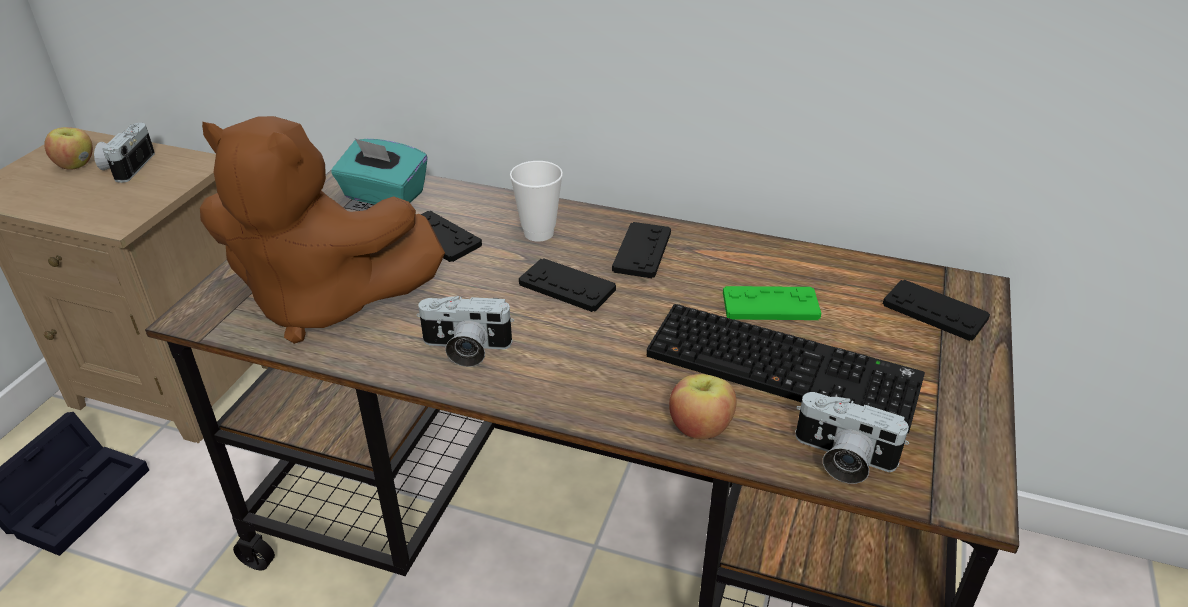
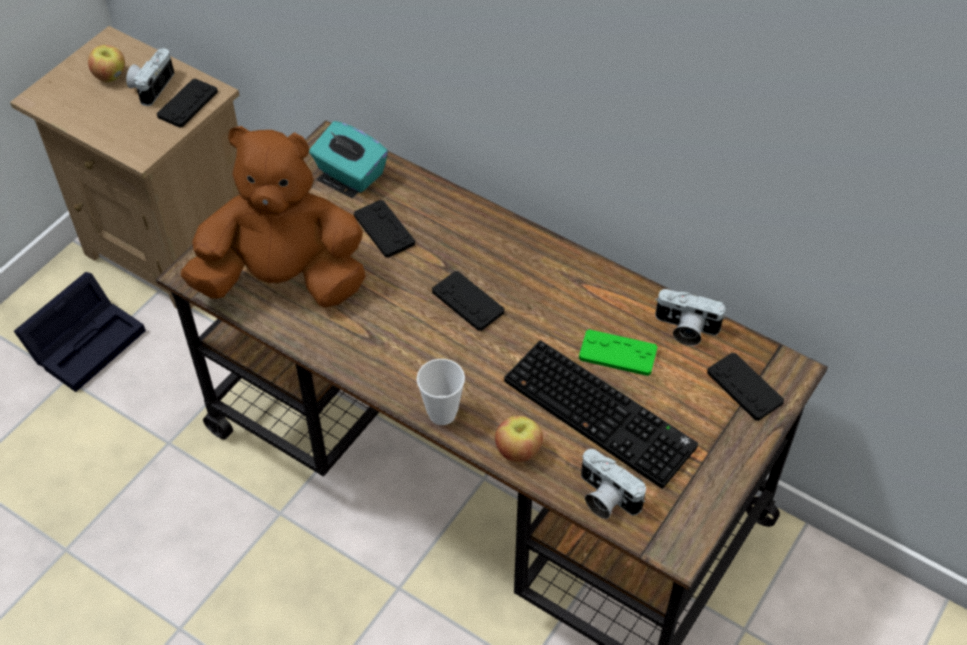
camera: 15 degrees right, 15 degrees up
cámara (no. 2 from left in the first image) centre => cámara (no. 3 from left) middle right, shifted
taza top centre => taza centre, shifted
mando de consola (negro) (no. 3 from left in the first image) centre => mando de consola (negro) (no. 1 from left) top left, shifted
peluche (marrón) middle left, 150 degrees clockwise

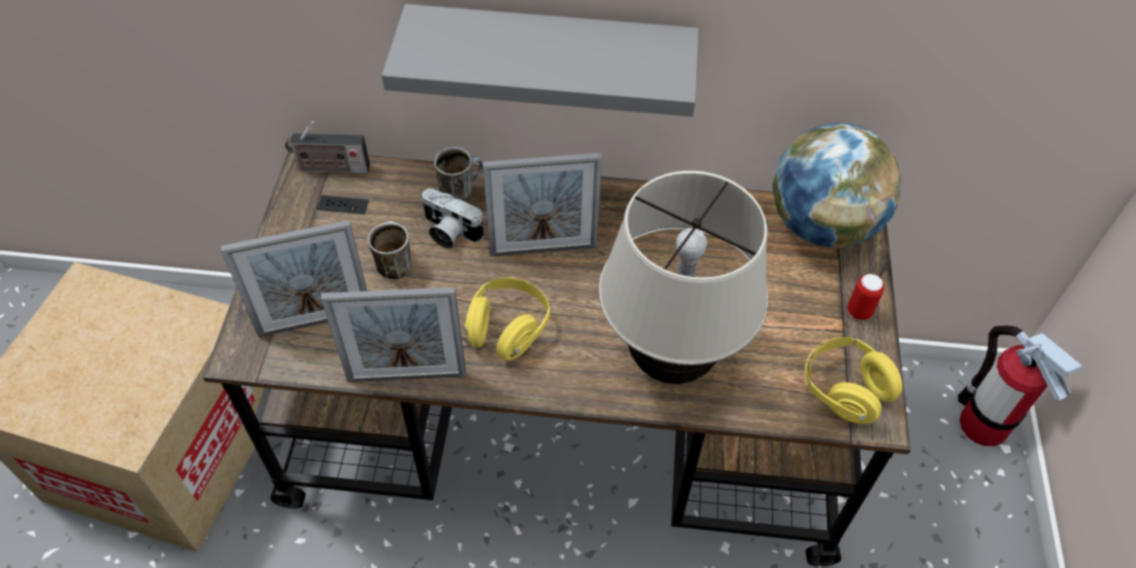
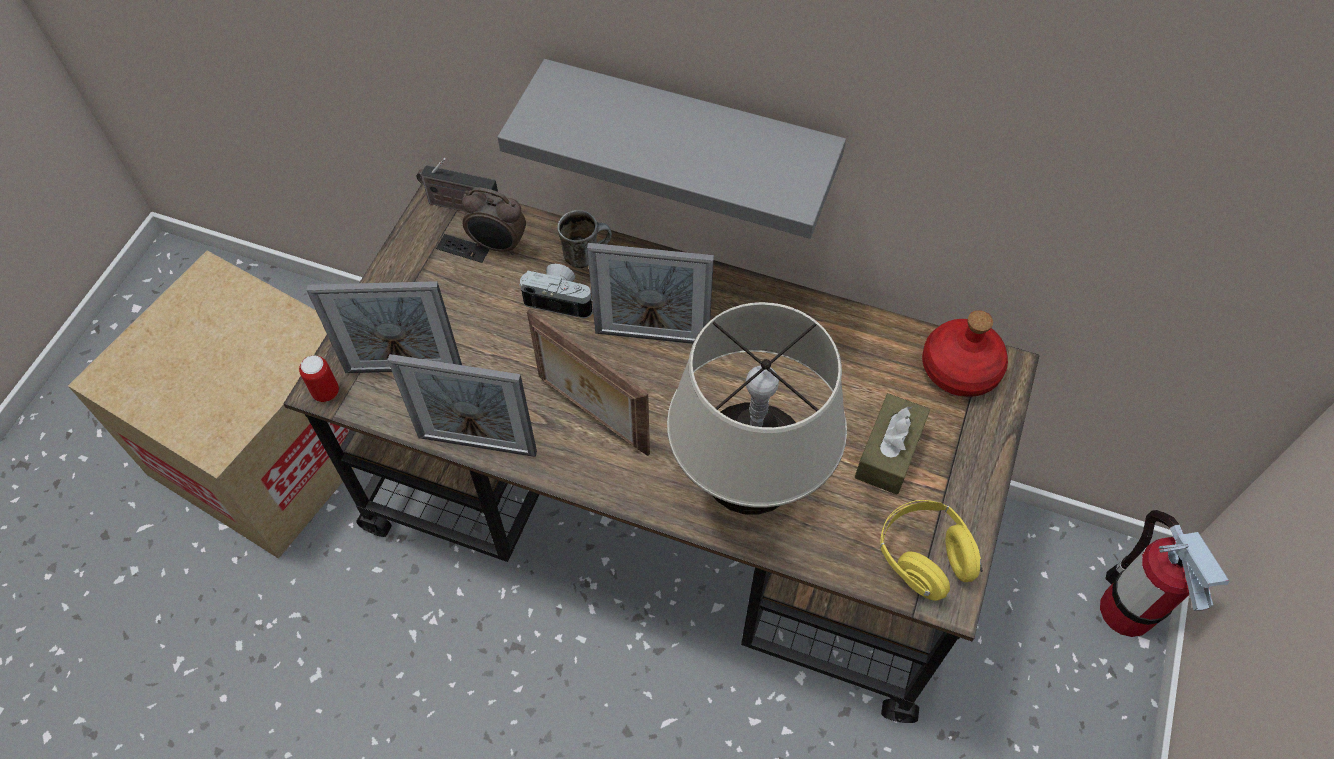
camera: 15 degrees right, 5 degrees up
taza grande (no. 1 from left) centre => nothing
nothing => despertador top centre
nothing => caja de pañuelos (marrón) middle right
lata middle right => lata middle left, shifted
auriculares (amarillo) (no. 1 from left) centre => portarretratos (no. 3 from left) centre
globo terráqueo top right => botella (rojo) middle right
cámara centre, 150 degrees clockwise

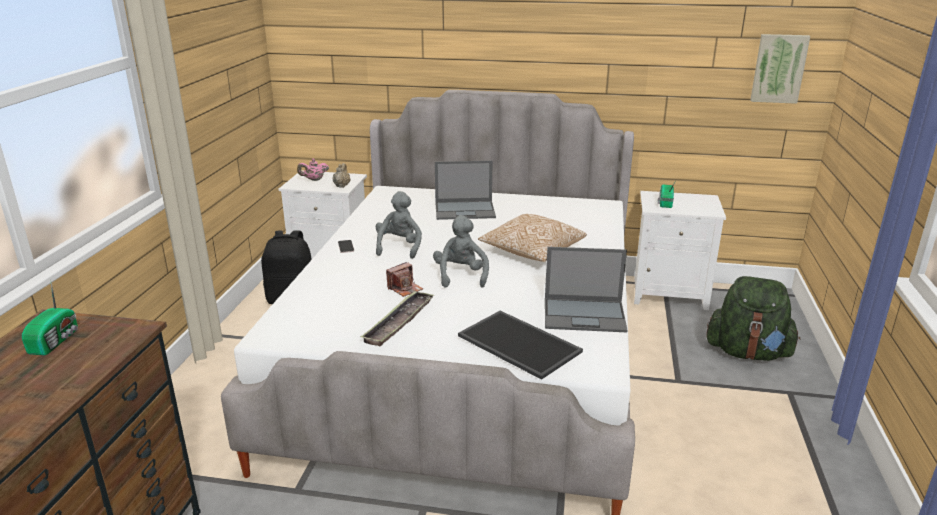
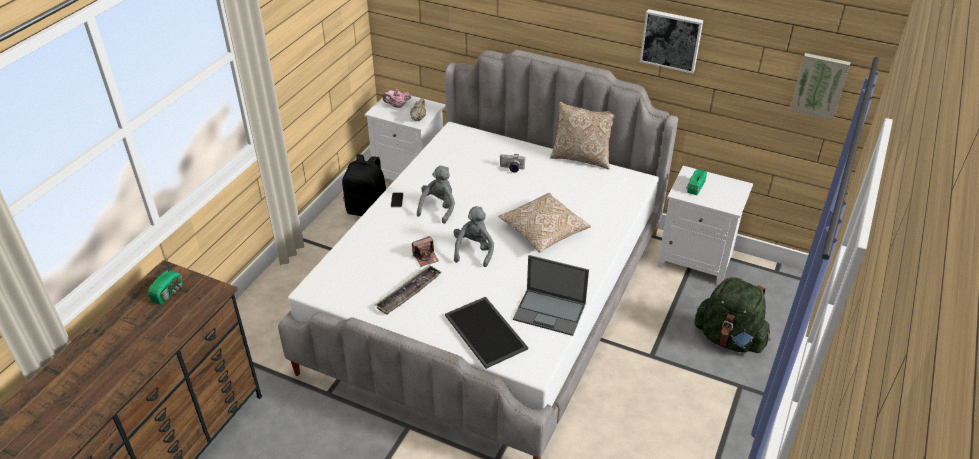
camera: 15 degrees right, 15 degrees up
nothing => cojín (no. 2 from left) top centre
nothing => cuadro (no. 1 from left) top right
portátil (no. 1 from left) centre => cámara (no. 2 from left) centre

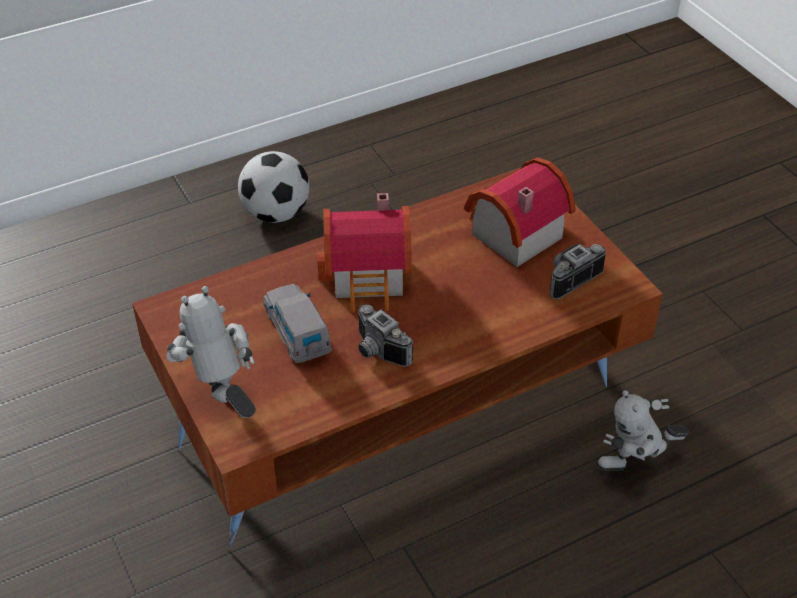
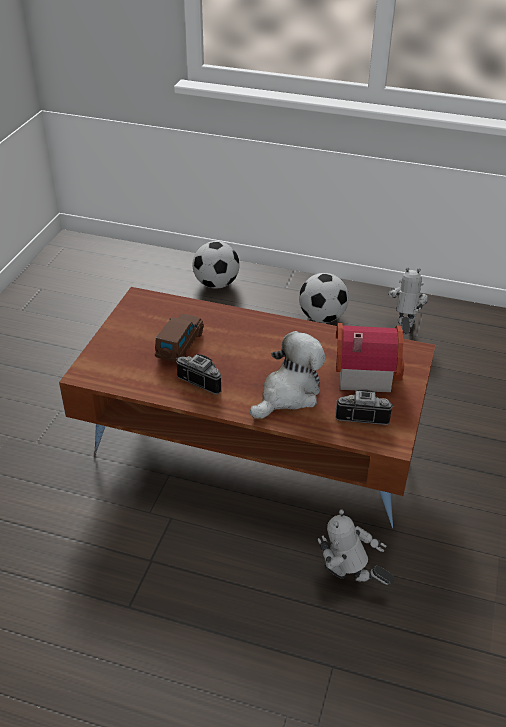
camera: 45 degrees right, 5 degrees down
casita (no. 1 from left) centre => nothing
nothing => balón de fútbol (no. 1 from left) centre
nothing => peluche centre
robot de juguete (no. 1 from left in the first image) middle left => robot de juguete (no. 2 from left) middle right, shifted
coche de juguete (gris) centre => coche de juguete (marrón) centre
cámara (no. 1 from left) centre, 120 degrees clockwise

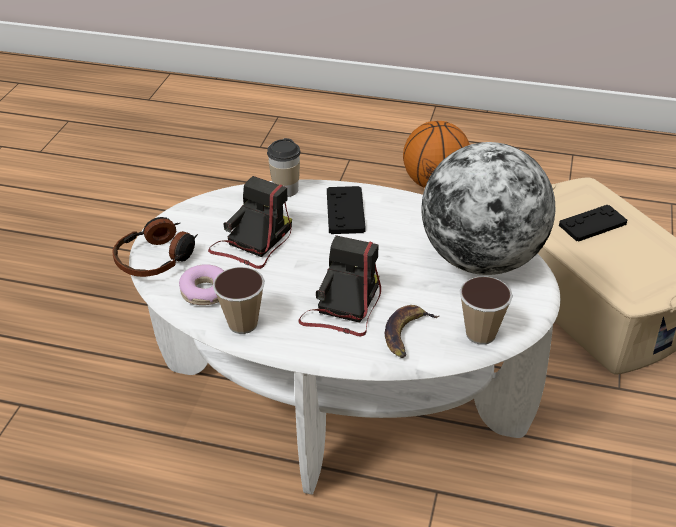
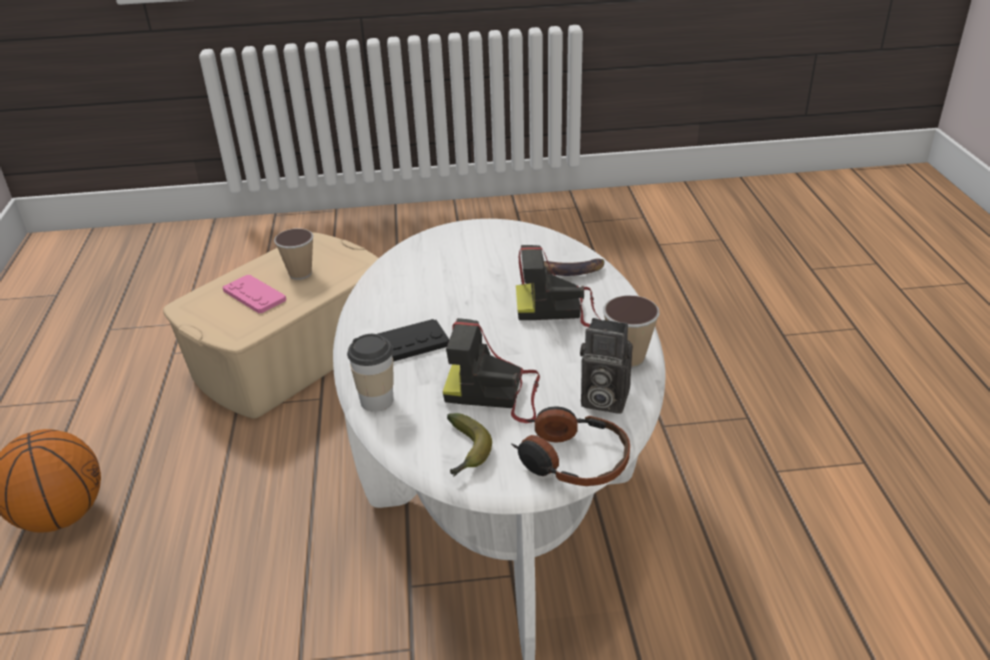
camera: 110 degrees left, 5 degrees down
globo terráqueo middle right => nothing
nothing => plátano (no. 1 from left) bottom centre
taza (no. 3 from left in the first image) middle right => taza (no. 1 from left) middle left, shifted
rosquilla middle left => cámara (no. 3 from left) centre
mando de consola (negro) (no. 2 from left) middle right => mando de consola (rosa) middle left

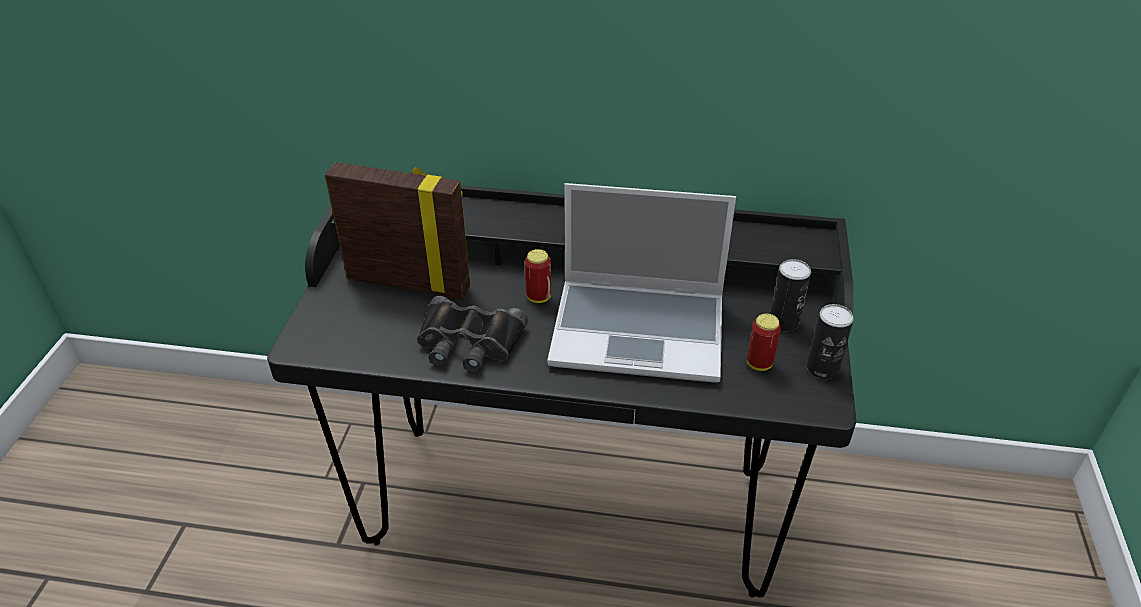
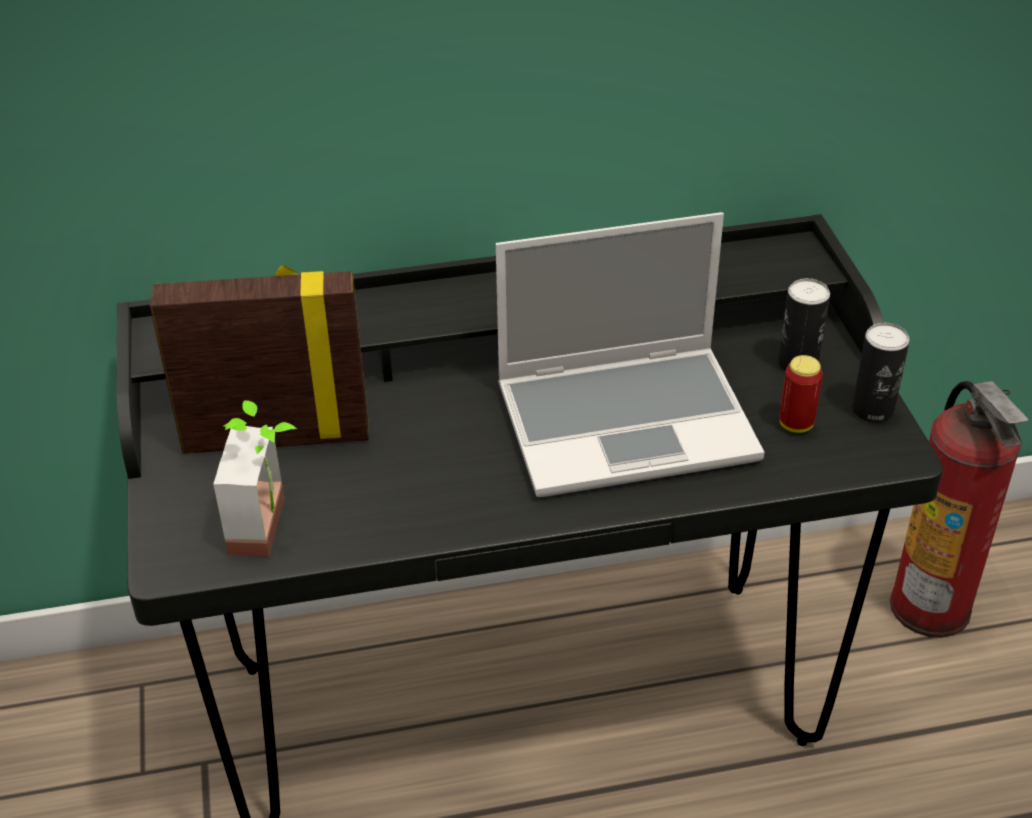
camera: 20 degrees left, 0 degrees up
prismáticos (negro) centre => nothing
lata (no. 1 from left) centre => nothing
nothing => planta en maceta middle left
nothing => extintor middle right

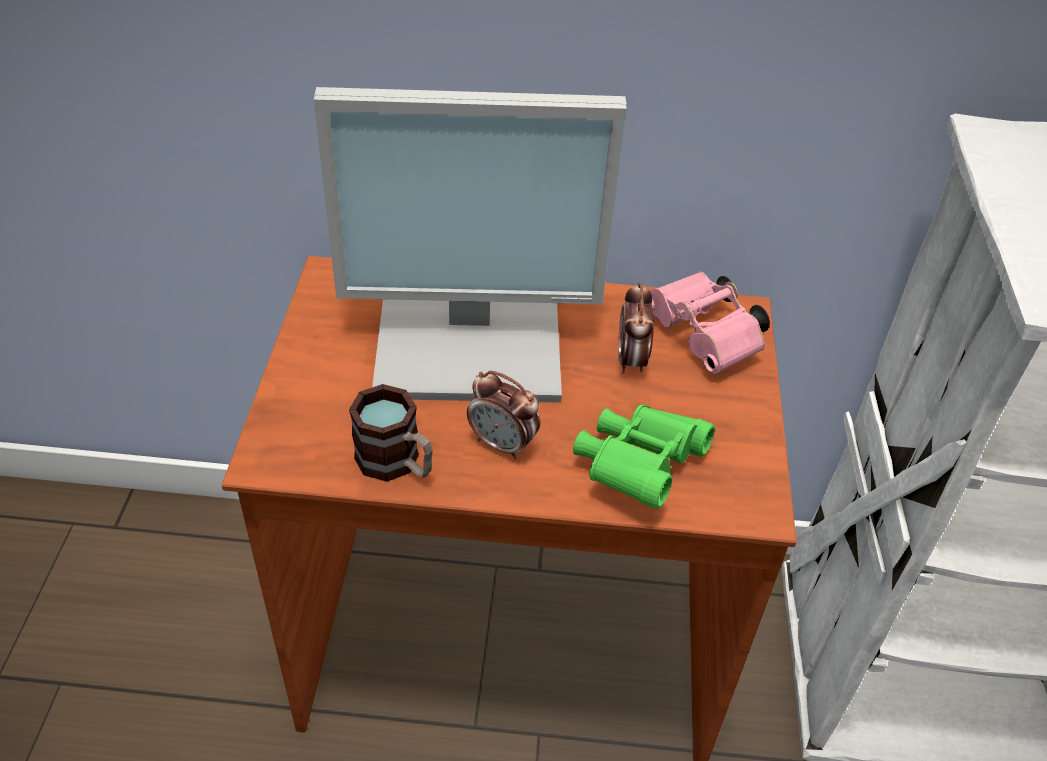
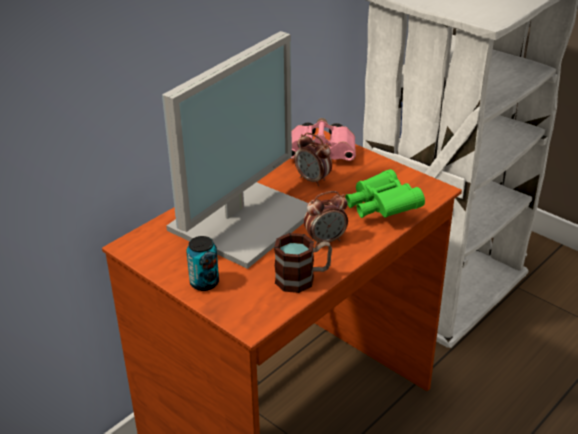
camera: 50 degrees left, 10 degrees down
nothing => lata centre

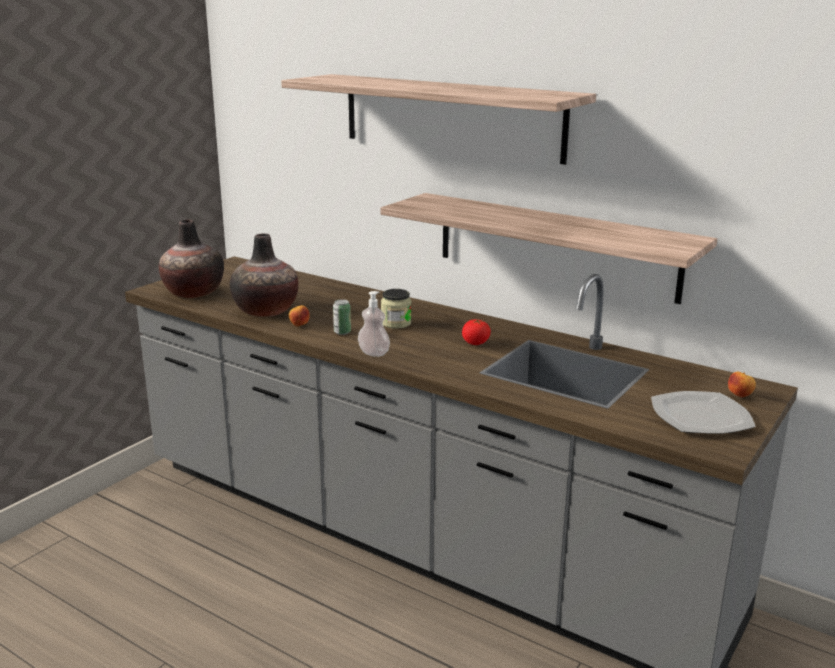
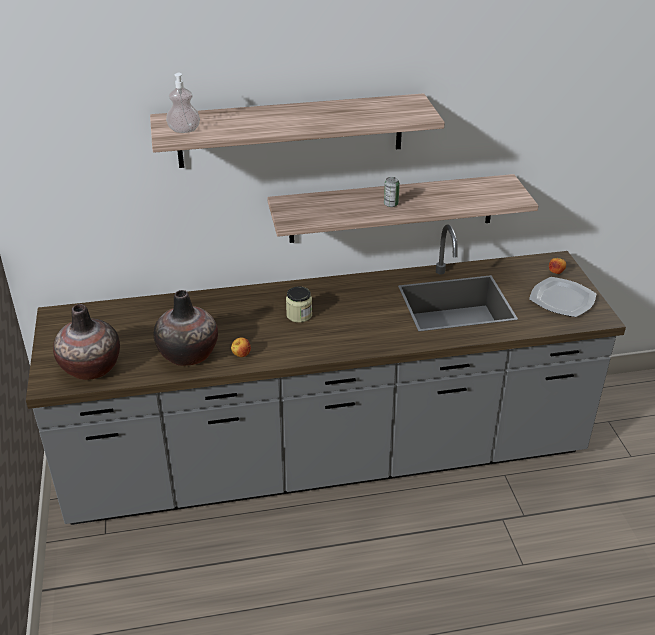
camera: 45 degrees left, 15 degrees up
tomate centre => nothing
lata centre => lata top centre, shifted
dispensador de jabón centre => dispensador de jabón top left, shifted

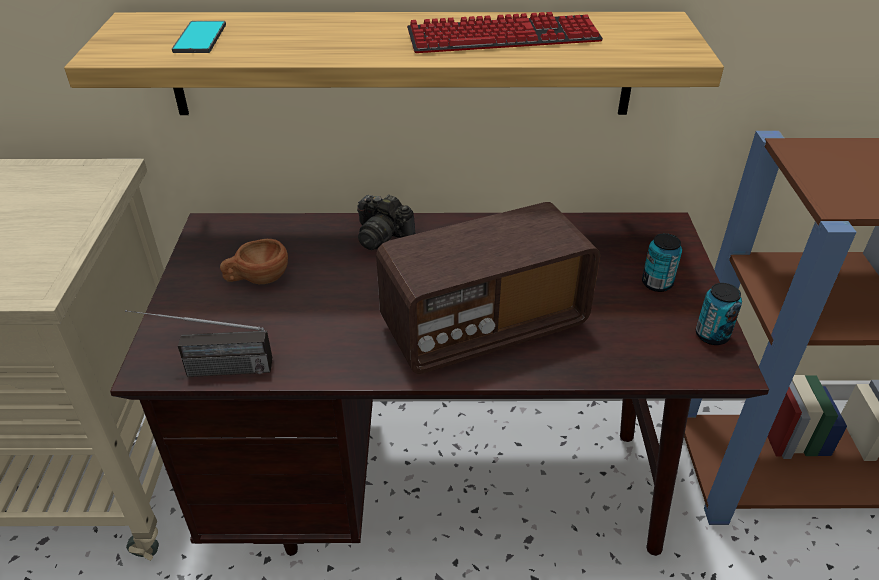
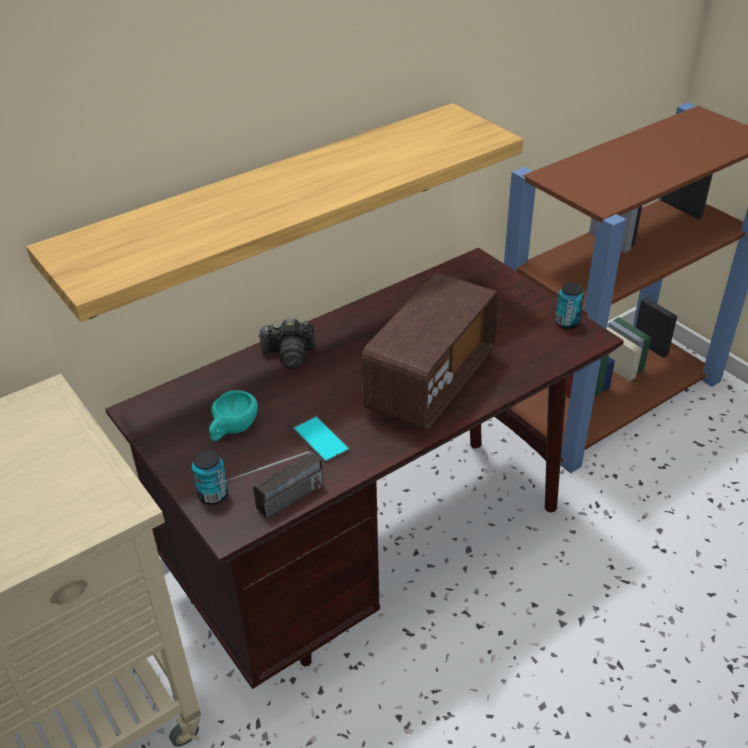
camera: 35 degrees left, 0 degrees up
teclado top centre => nothing
móvil top left => móvil centre, shifted
lata (no. 1 from left) middle right => lata (no. 1 from left) middle left, shifted
taza (marrón) middle left => taza (turquesa) middle left

